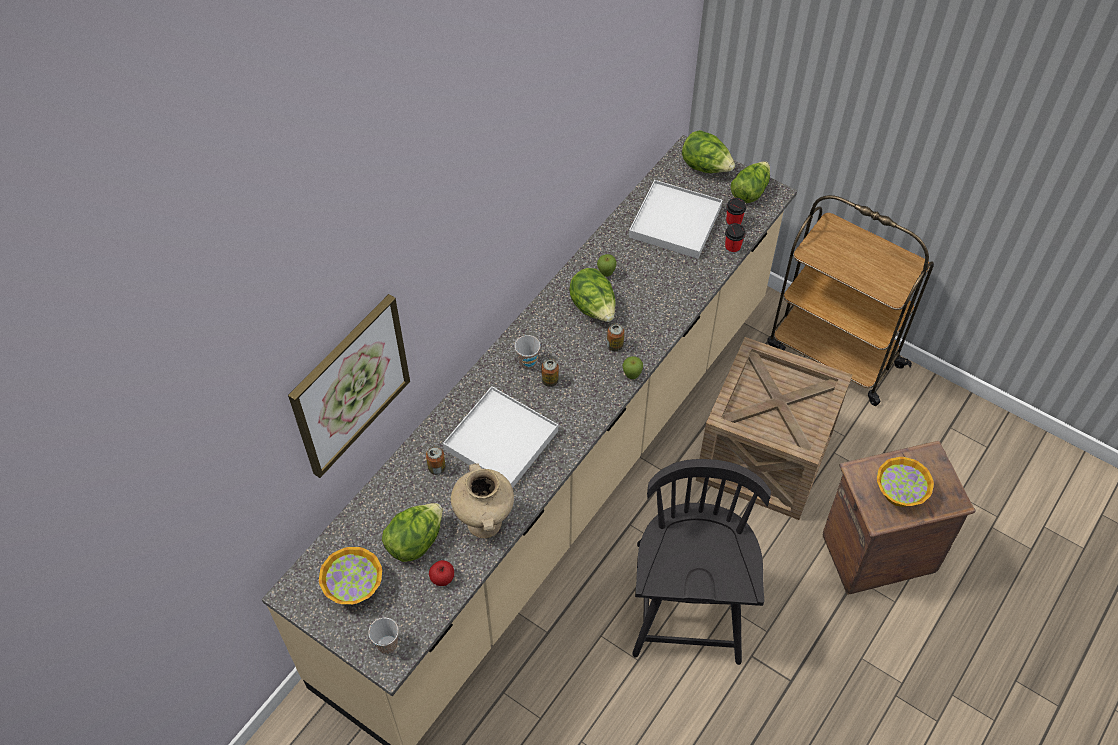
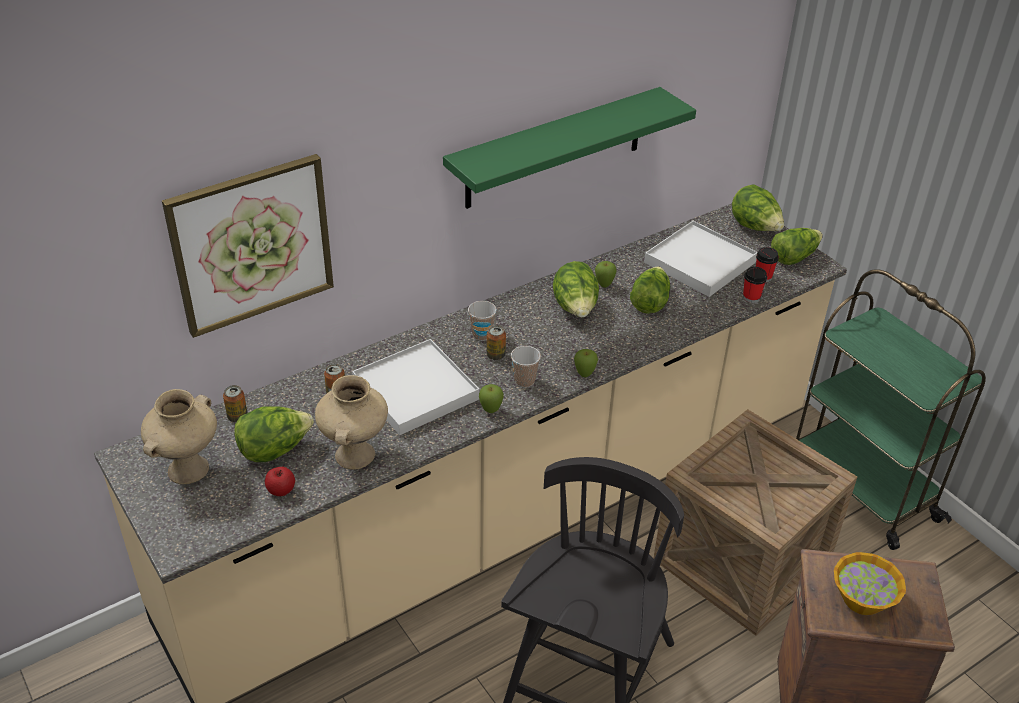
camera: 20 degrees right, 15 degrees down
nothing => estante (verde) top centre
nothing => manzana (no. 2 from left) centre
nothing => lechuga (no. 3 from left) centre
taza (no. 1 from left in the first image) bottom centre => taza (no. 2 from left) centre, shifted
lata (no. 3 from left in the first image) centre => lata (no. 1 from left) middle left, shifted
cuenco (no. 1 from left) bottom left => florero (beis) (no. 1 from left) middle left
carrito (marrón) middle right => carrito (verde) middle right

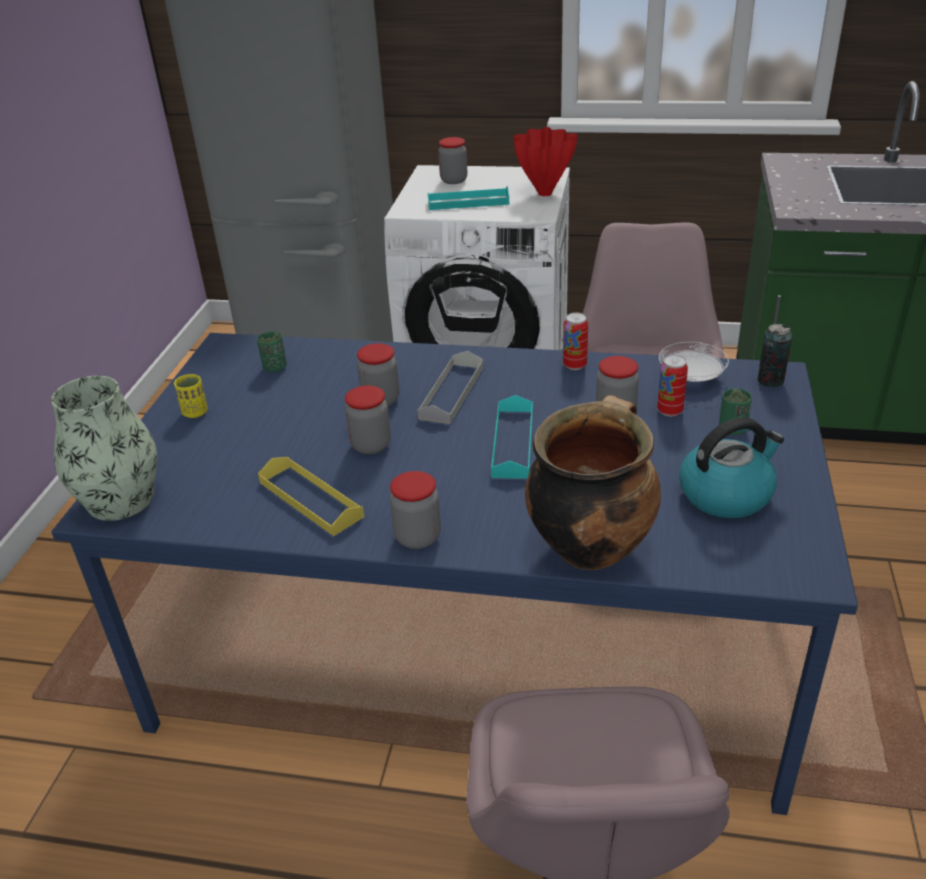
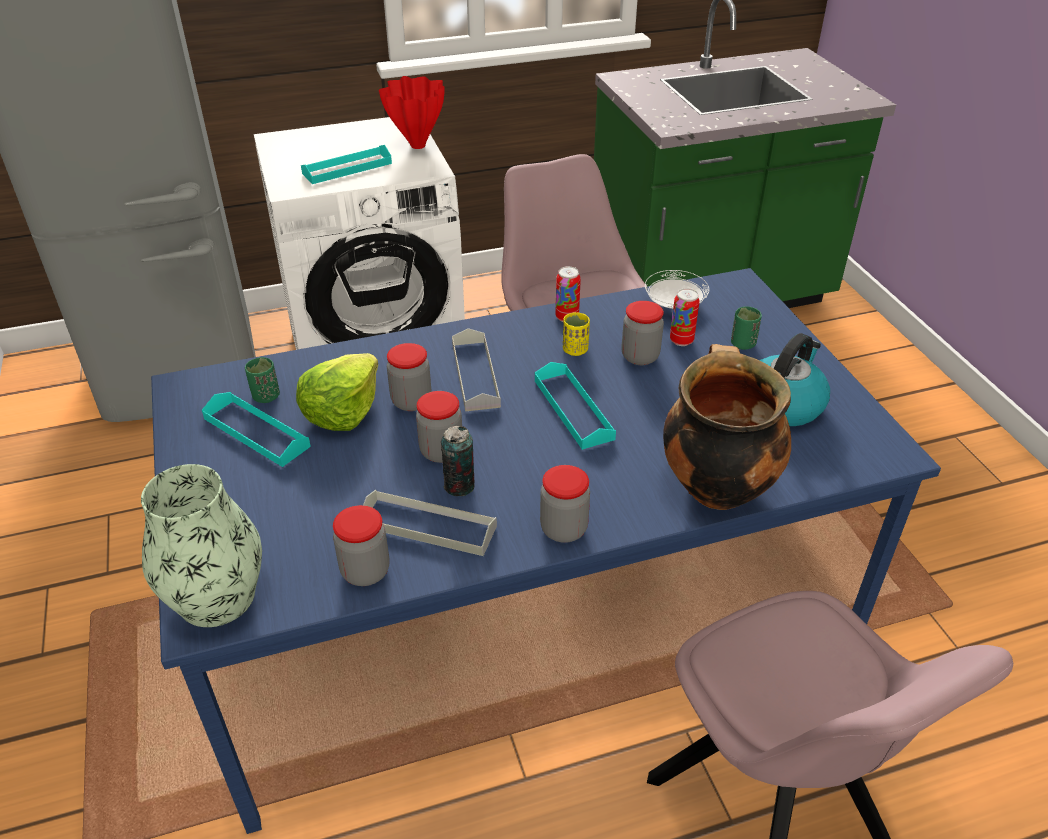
camera: 30 degrees left, 5 degrees up
nothing => bandeja (turquesa) (no. 1 from left) middle left
nothing => lechuga middle left
taza (amarillo) middle left => taza (amarillo) centre, shifted
tarro (no. 4 from left in the first image) top centre => tarro (no. 1 from left) centre, shifted
lata (no. 3 from left in the first image) middle right => lata (no. 1 from left) centre, shifted
bandeja (amarillo) centre => bandeja (gris) (no. 1 from left) centre

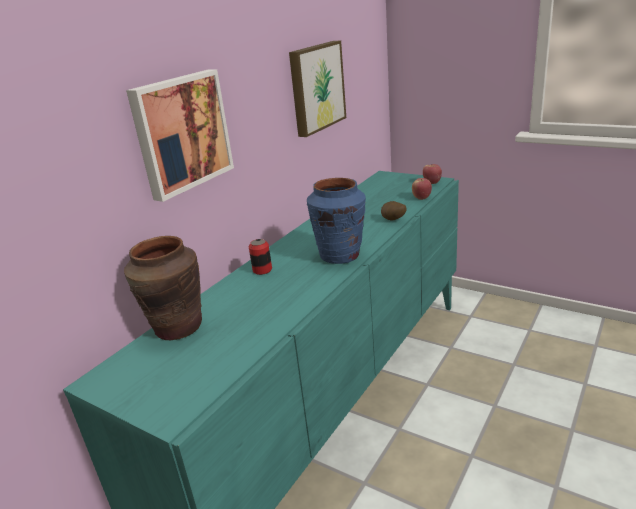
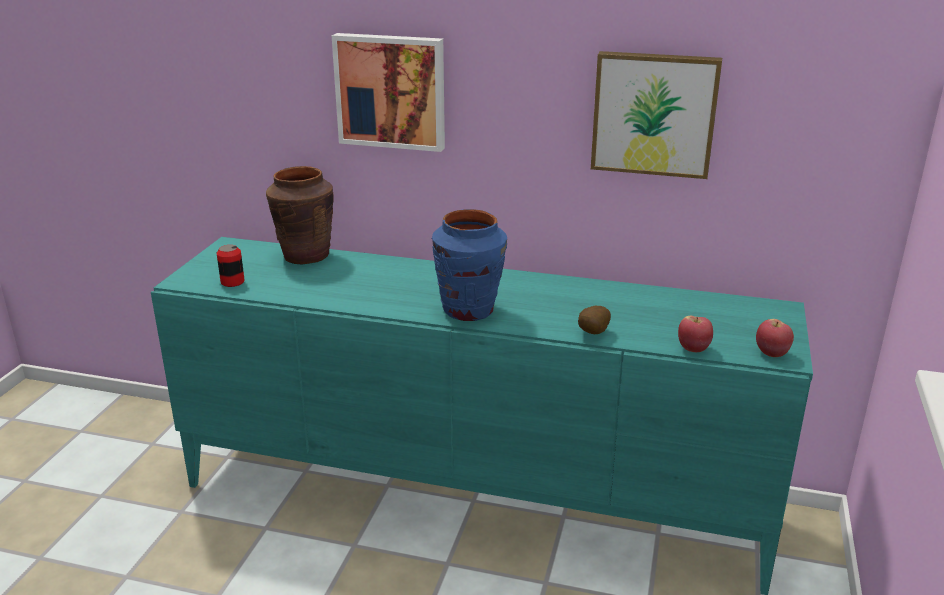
camera: 70 degrees right, 0 degrees up
lata centre => lata middle left, shifted

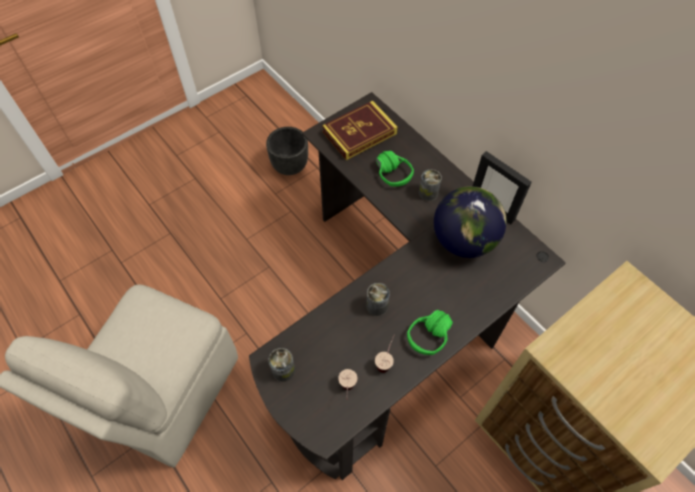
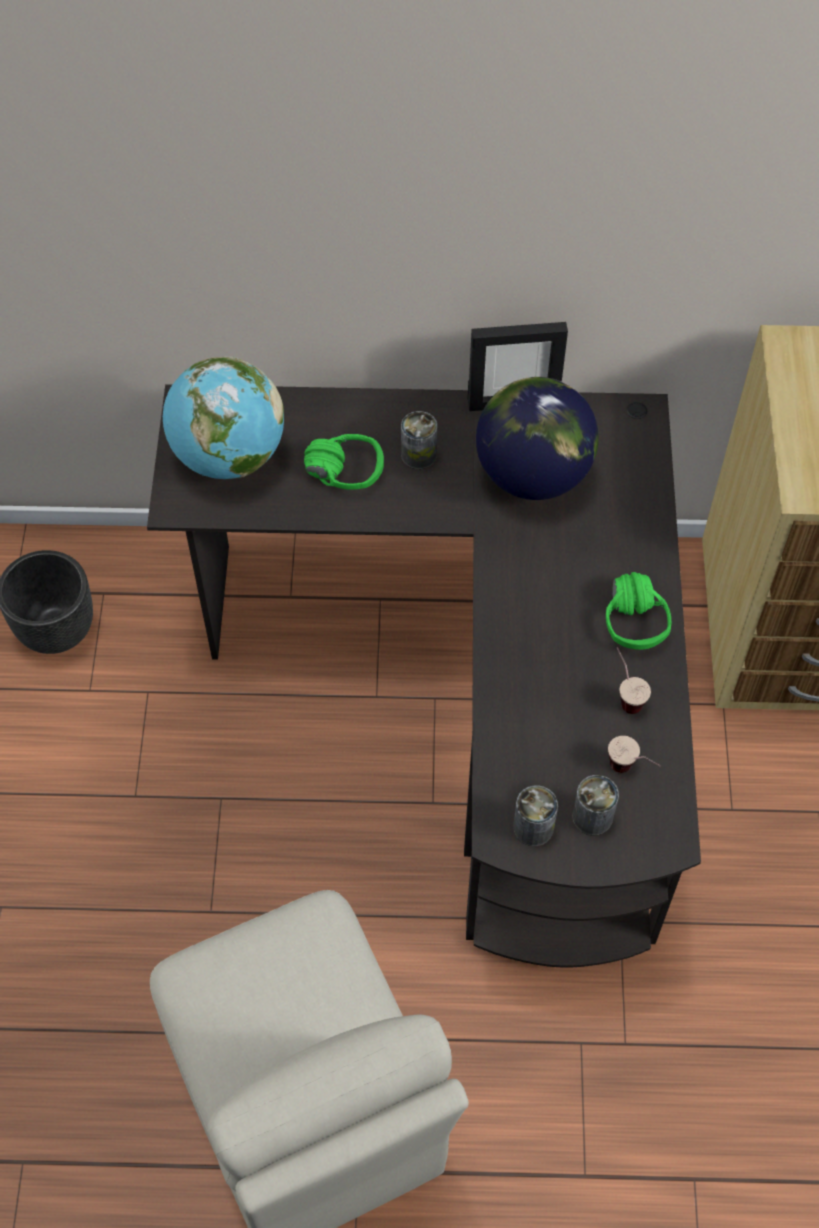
camera: 50 degrees left, 0 degrees up
lata (no. 2 from left in the first image) centre => lata (no. 3 from left) middle right, shifted
libro top centre => globo terráqueo (no. 1 from left) middle left

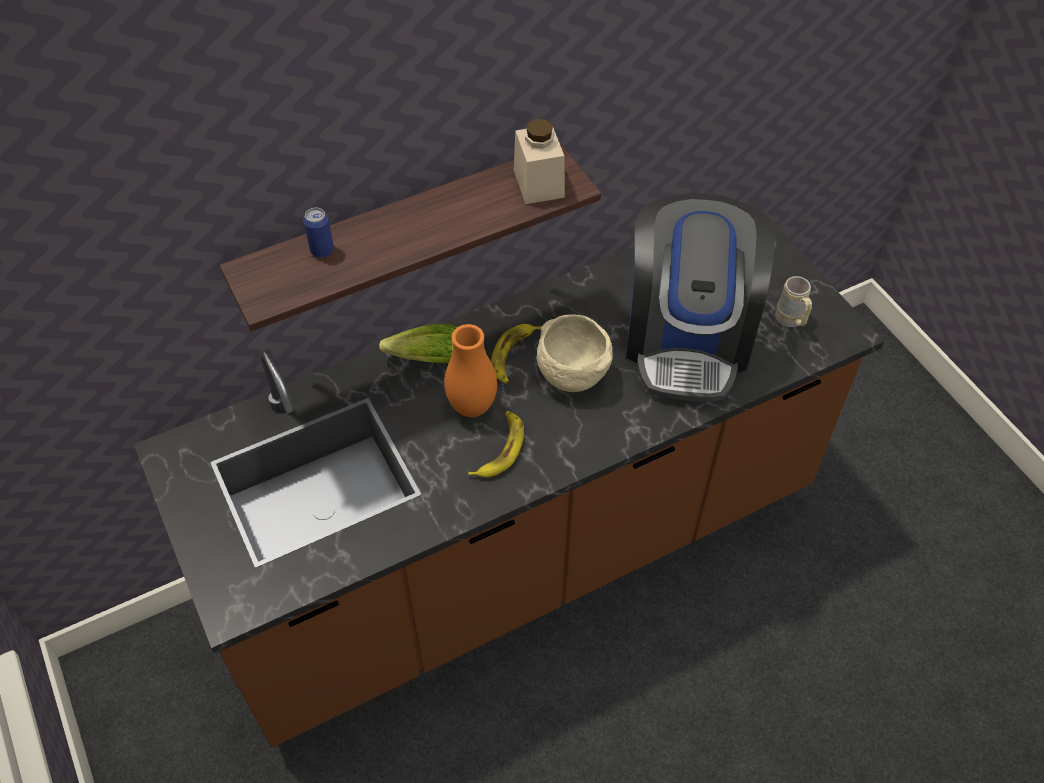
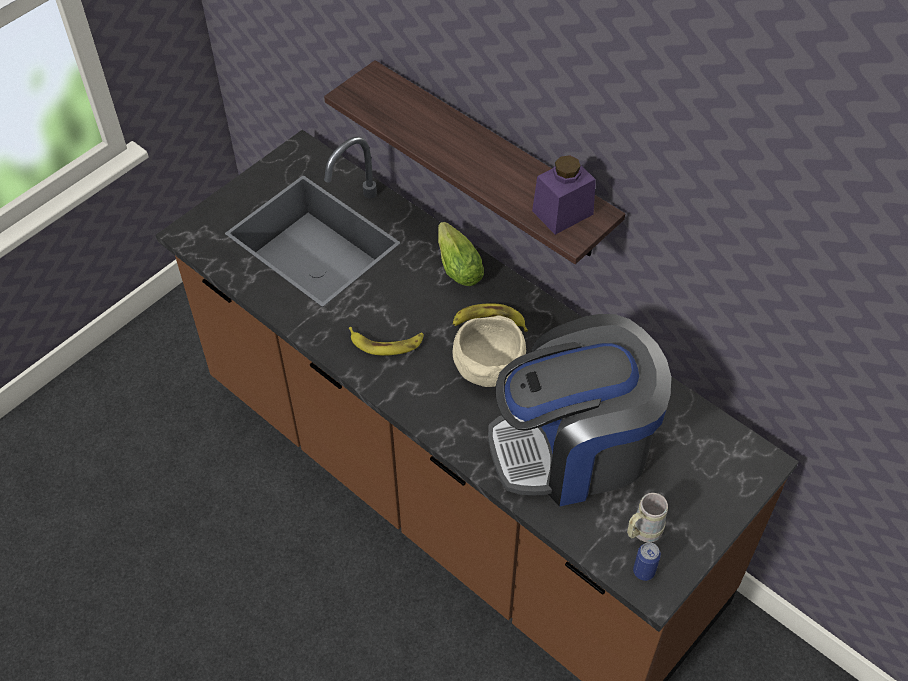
camera: 70 degrees right, 0 degrees up
florero (naranja) centre => nothing
lata top left => lata bottom right, shifted
tarro (beis) top centre => tarro (morado) top centre

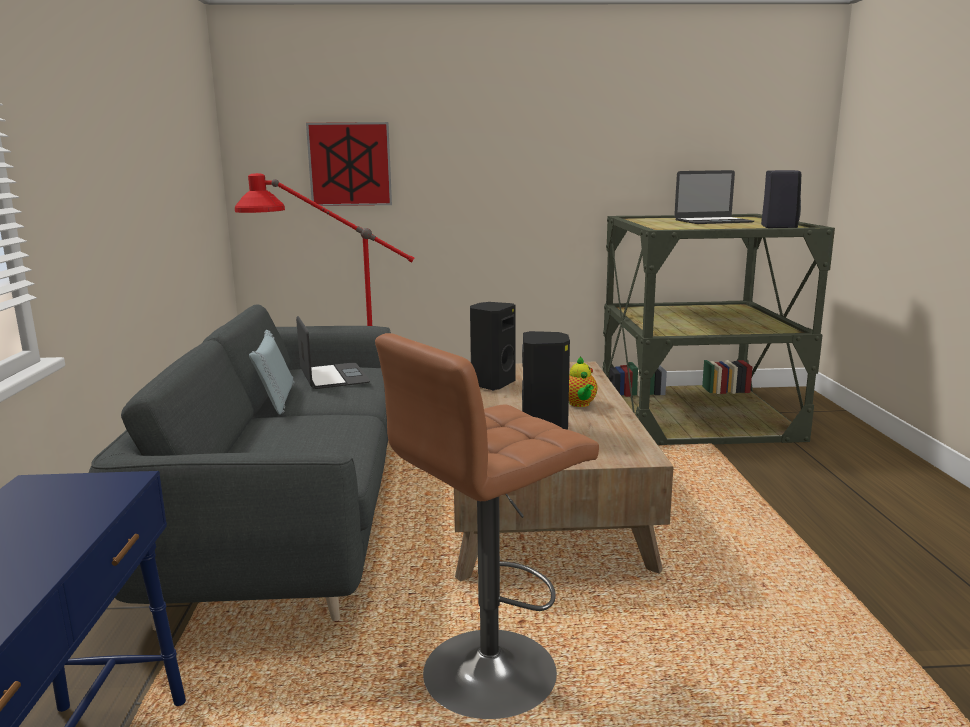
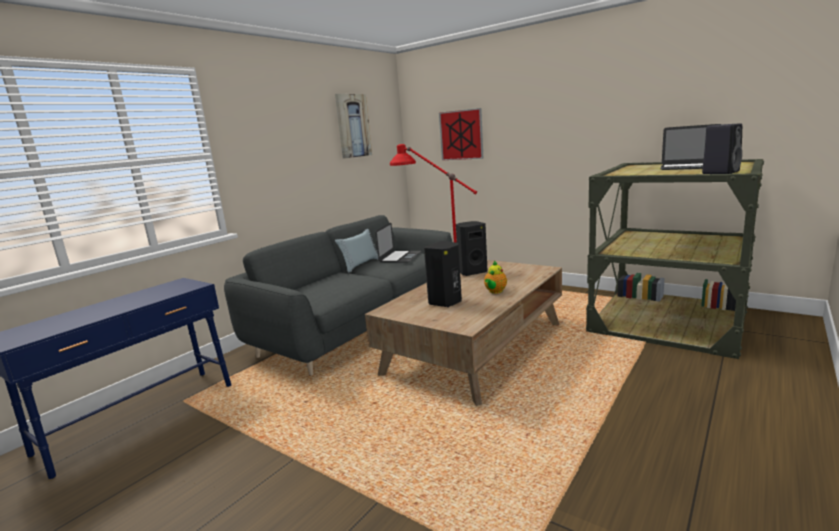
camera: 40 degrees right, 0 degrees up
taburete (marrón) bottom centre => nothing
nothing => cuadro (no. 1 from left) top centre

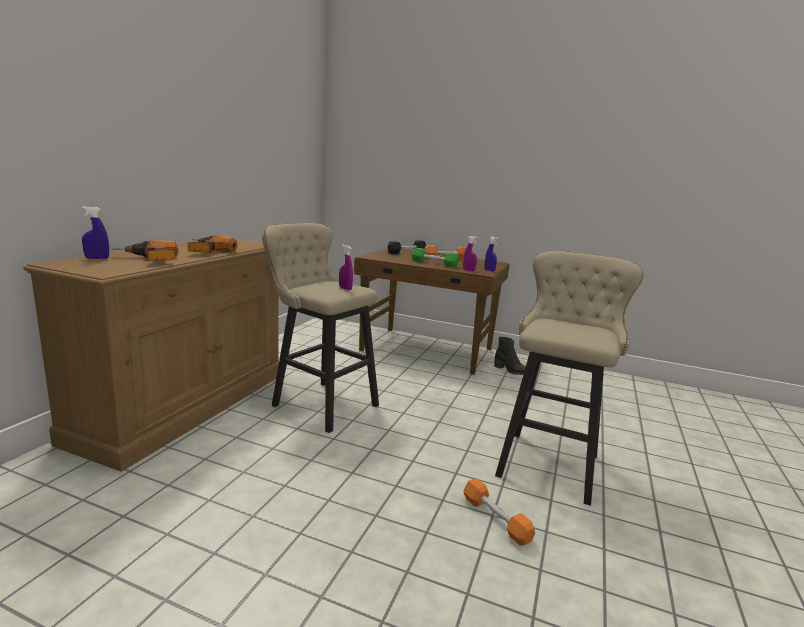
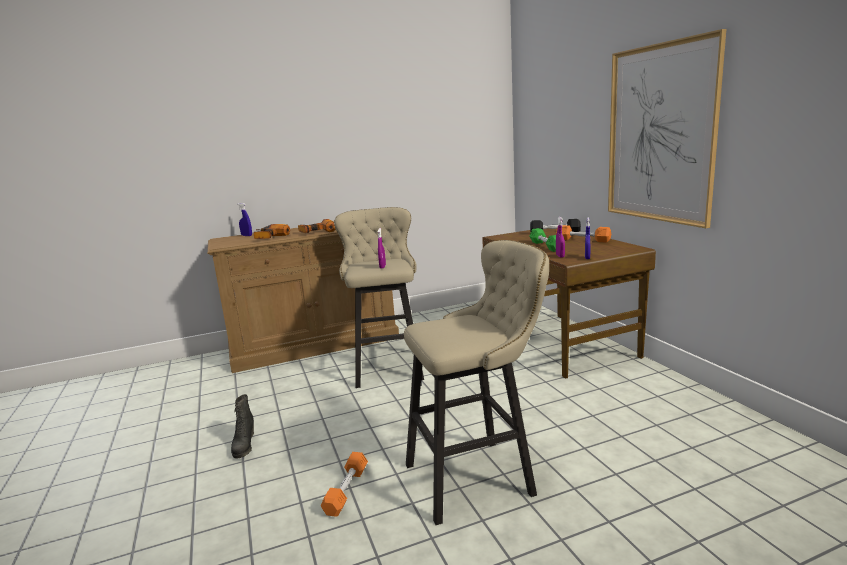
camera: 50 degrees right, 0 degrees up
nothing => cuadro top right
bota (negro) centre => bota (negro) bottom left, shifted

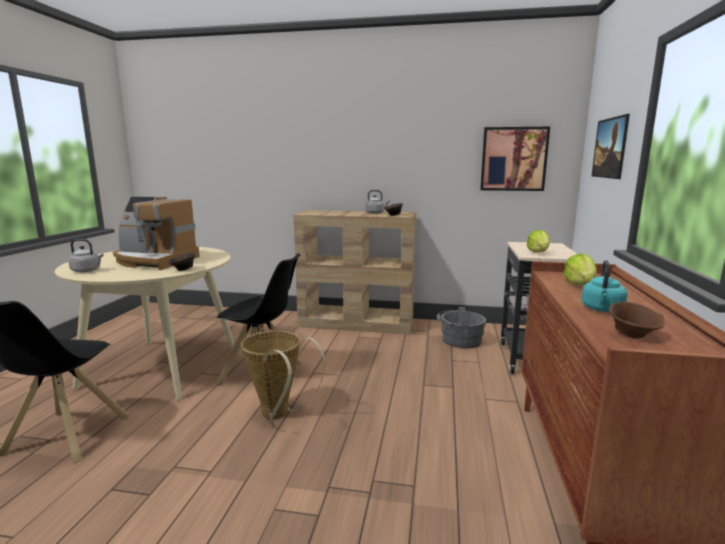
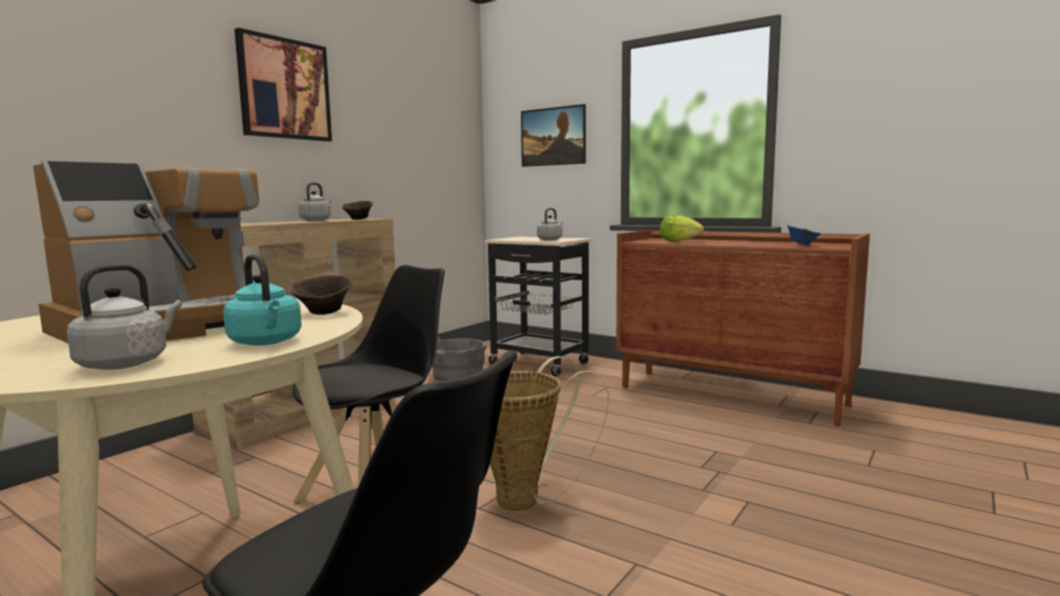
camera: 65 degrees left, 5 degrees down
cuadro (no. 1 from left) top right => cuadro (no. 1 from left) top left, shifted
hervidor (turquesa) middle right => hervidor (turquesa) middle left, shifted
lechuga (no. 1 from left) middle right => hervidor (gris) (no. 3 from left) centre
cuenco (marrón) (no. 3 from left) middle right => cuenco (azul) middle right

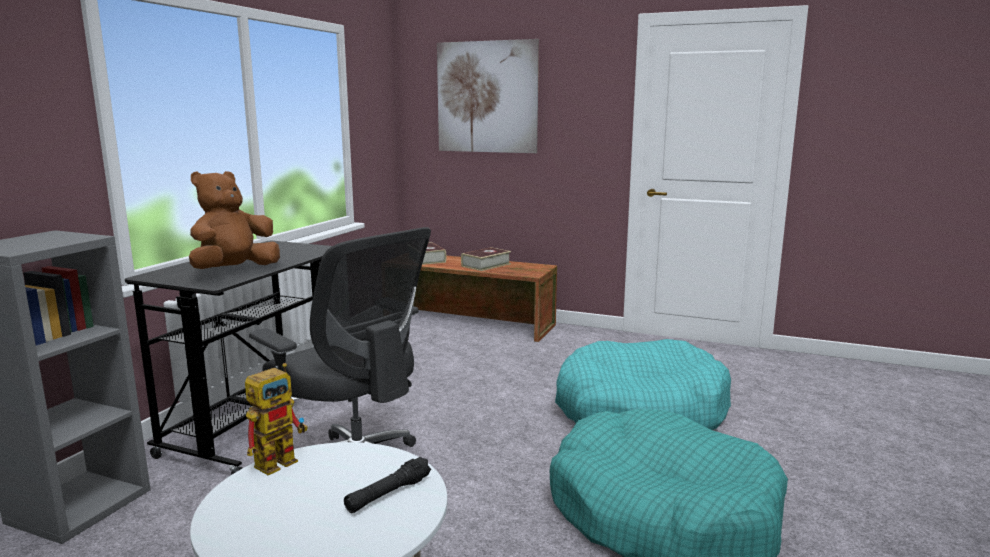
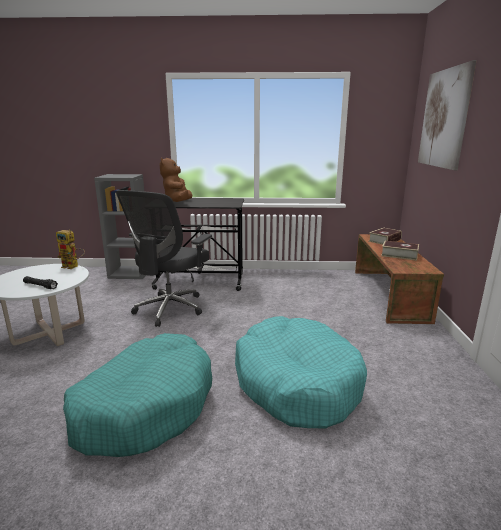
camera: 70 degrees right, 5 degrees up
peluche (marrón) middle left => peluche (marrón) centre, 105 degrees counterclockwise

